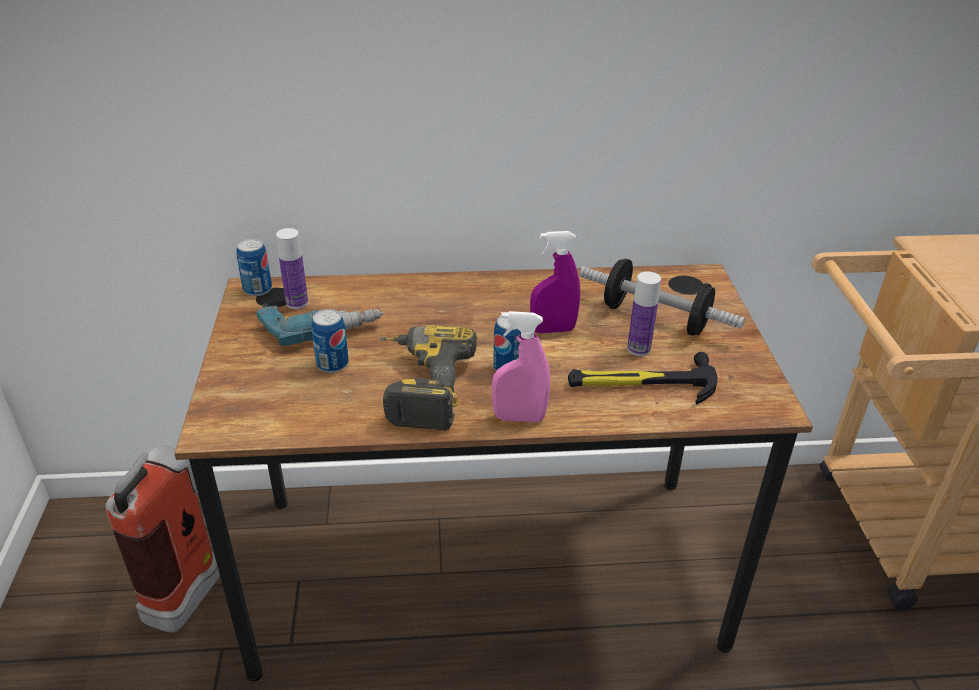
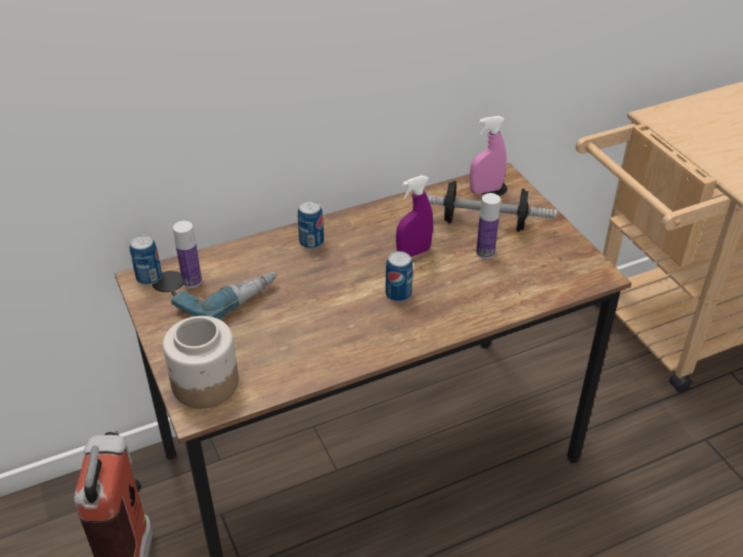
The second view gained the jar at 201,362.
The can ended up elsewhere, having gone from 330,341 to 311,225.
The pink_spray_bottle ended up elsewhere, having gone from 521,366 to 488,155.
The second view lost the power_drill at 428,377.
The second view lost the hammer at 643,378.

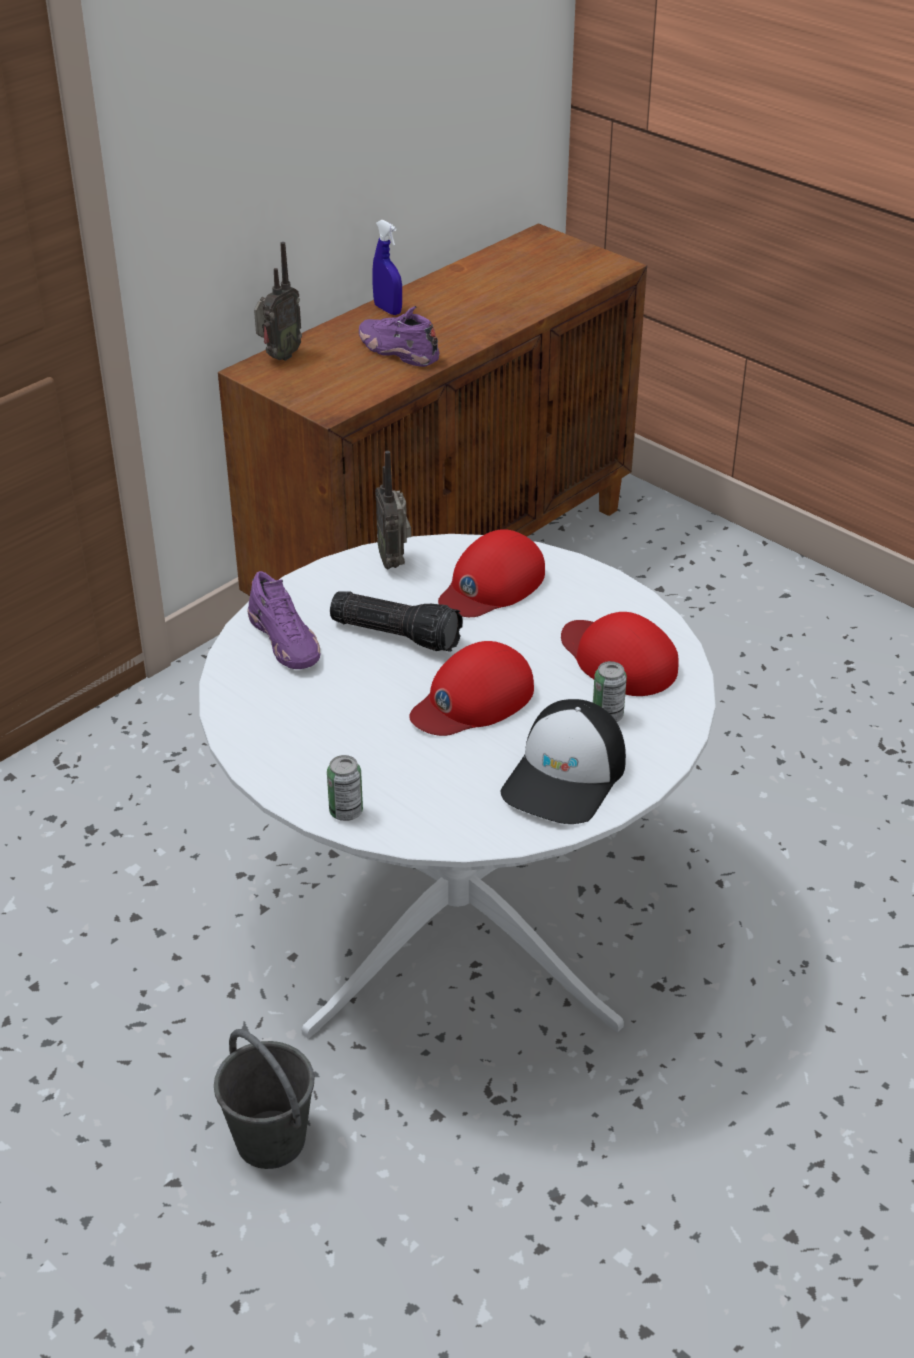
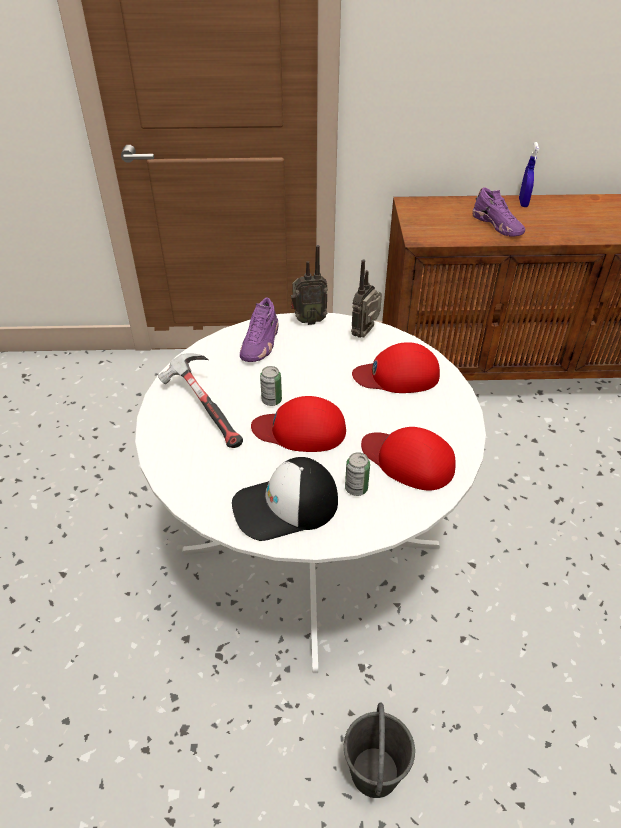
The second view gained the hammer at 200,400.
The can ended up elsewhere, having gone from 345,788 to 271,386.
The radio ended up elsewhere, having gone from 278,301 to 309,285.
The grey_bucket ended up elsewhere, having gone from 264,1099 to 379,750.
The red_cap at 620,654 ended up facing another way, 60 degrees counterclockwise from before.
The purple_shoe at 399,336 ended up facing another way, 150 degrees clockwise from before.
The second view lost the flashlight at 396,621.

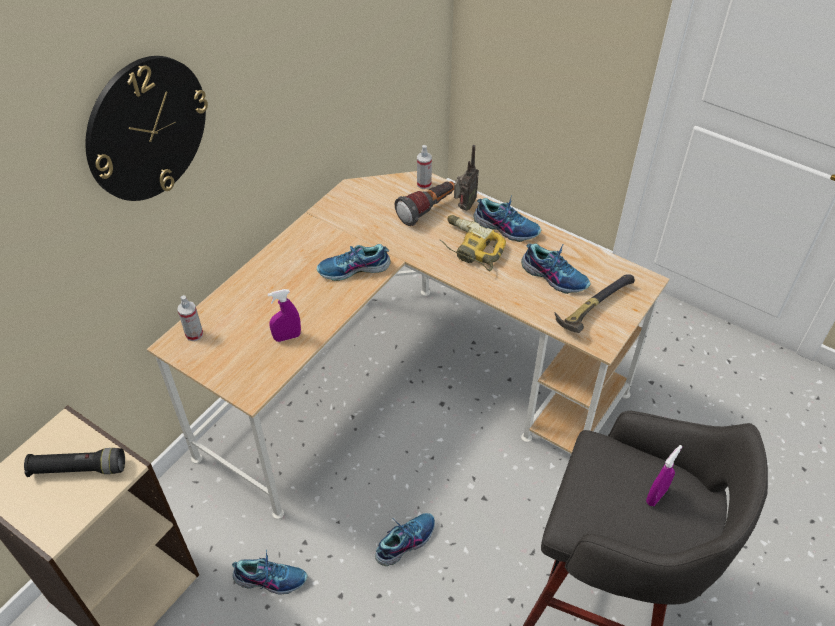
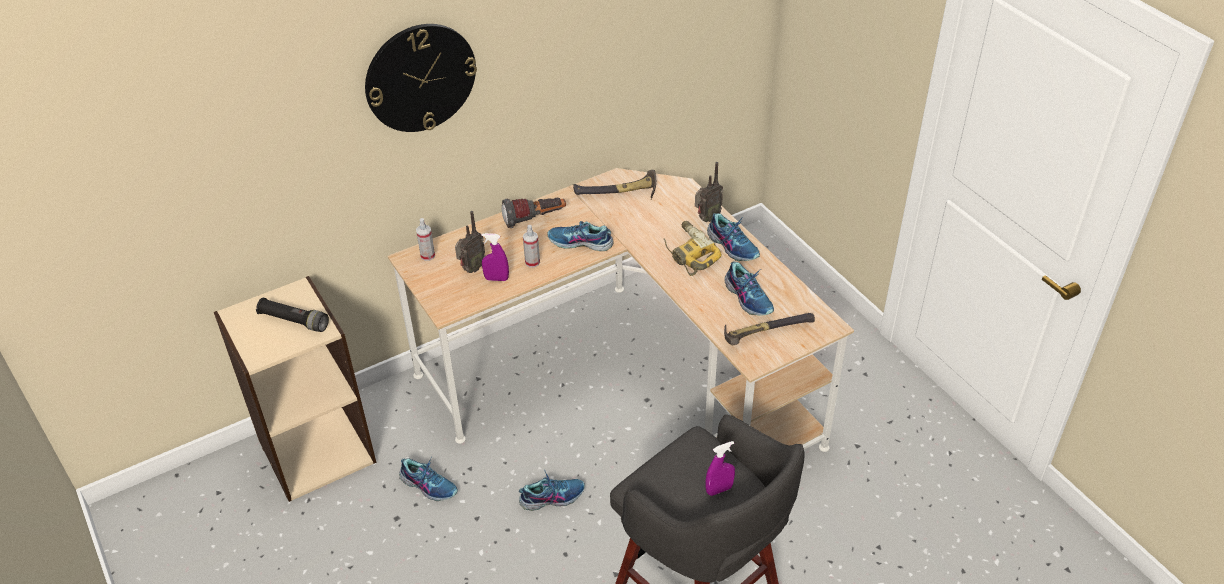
The second view gained the radio at 470,242.
The flashlight ended up elsewhere, having gone from 425,203 to 534,213.
The spray_bottle ended up elsewhere, having gone from 424,167 to 531,246.
The second view gained the hammer at 614,184.

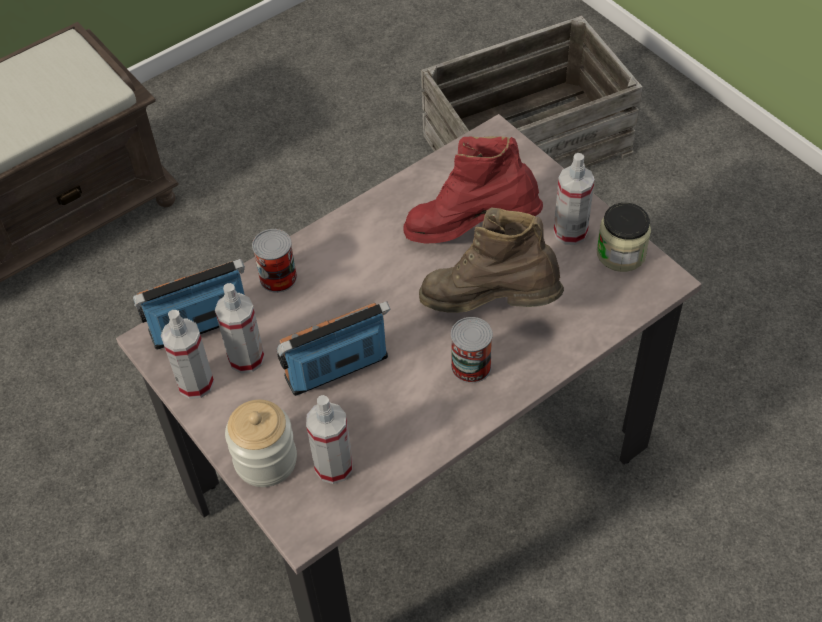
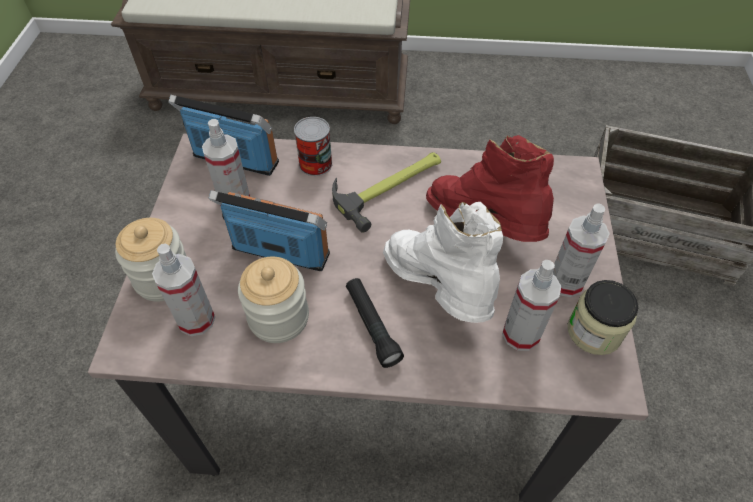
The second view gained the jar at 273,300.
The second view gained the hammer at 386,192.
Where the can stood at 472,350, the black_flashlight came to stand at 375,323.
What was the brown_boot at 491,260 turned into the white_boot at 443,262.
The spray_bottle ended up elsewhere, having gone from 187,354 to 532,305.

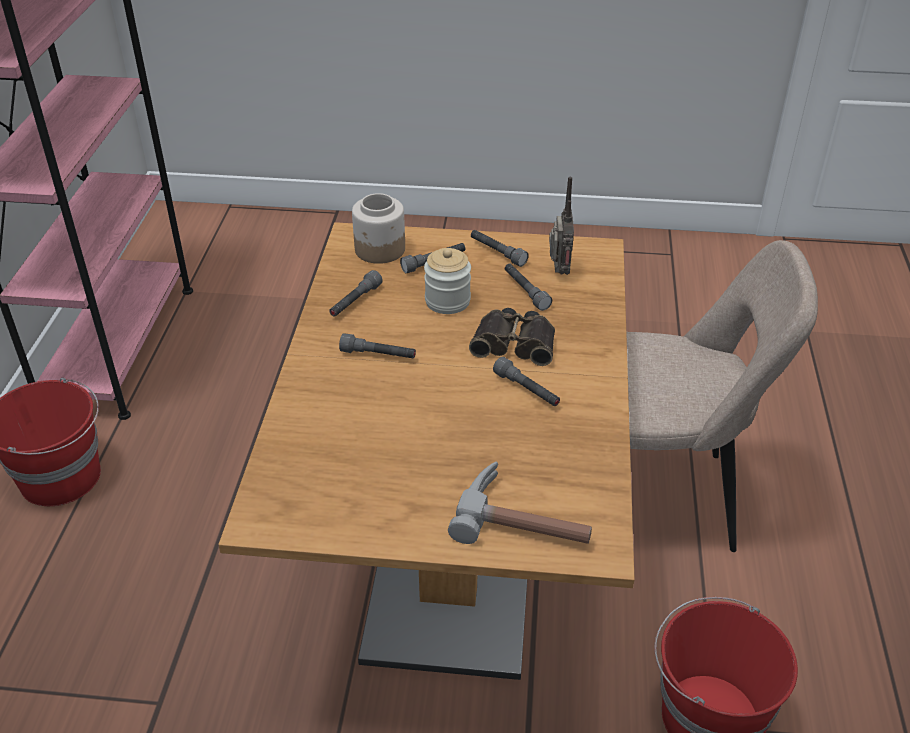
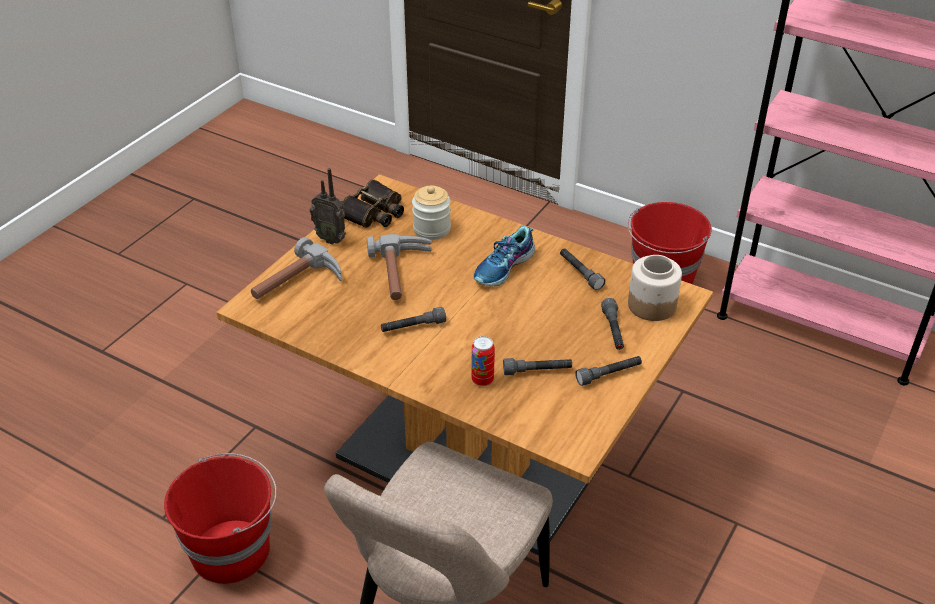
The radio ended up elsewhere, having gone from 561,226 to 328,206.
The binoculars ended up elsewhere, having gone from 512,337 to 372,203.
The second view gained the hammer at 400,267.
The jar ended up elsewhere, having gone from 447,281 to 431,213.
The second view gained the can at 483,361.
Where the grey_flashlight stood at 377,345, the shoe came to stand at 504,256.

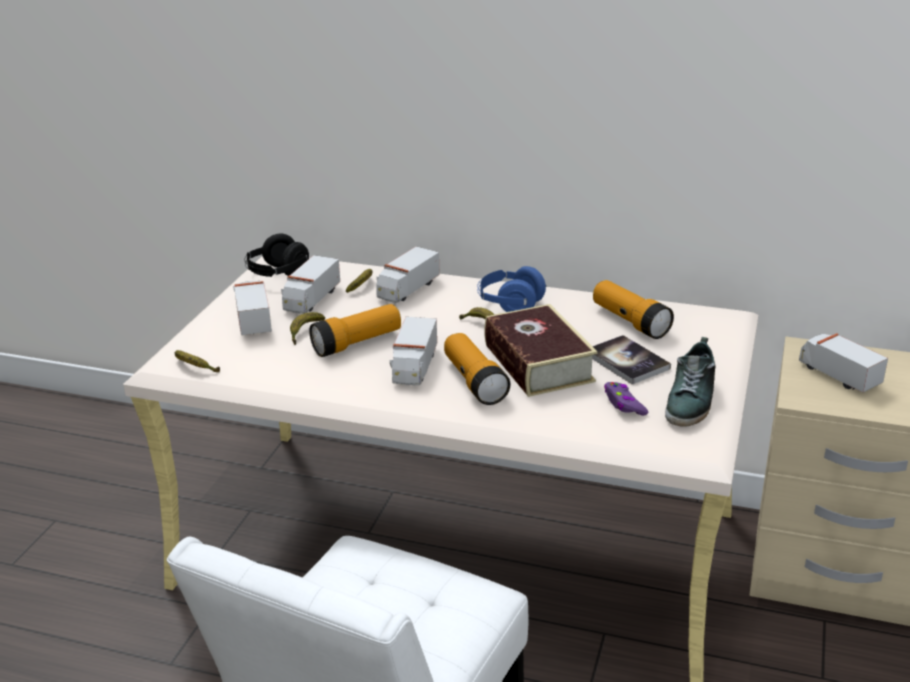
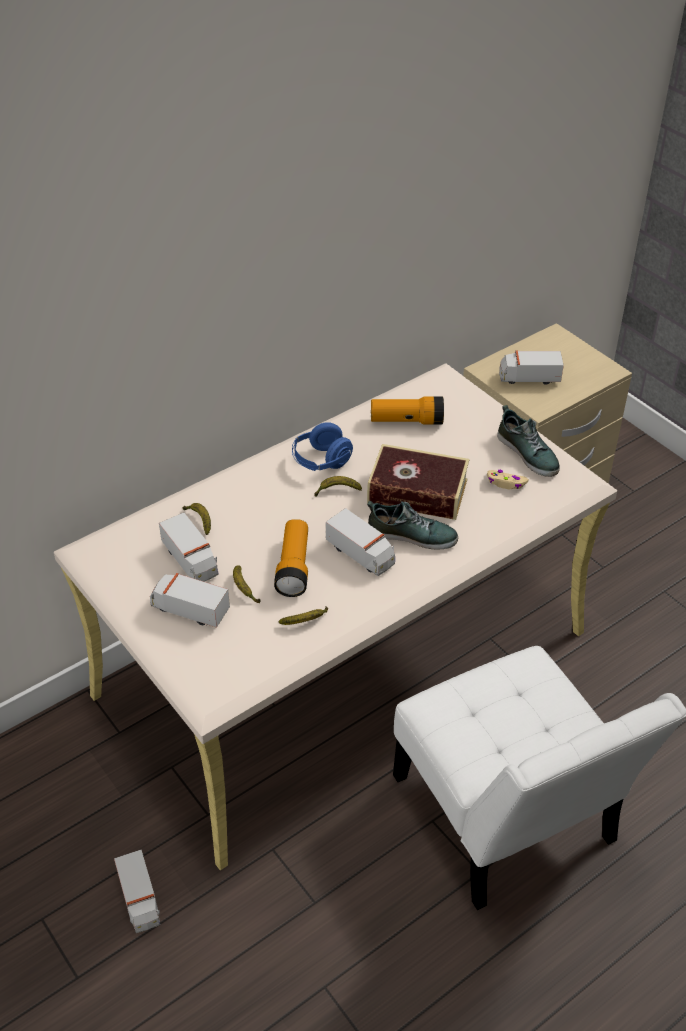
The toy_truck ended up elsewhere, having gone from 408,274 to 137,891.
The banana ended up elsewhere, having gone from 197,361 to 303,615.
Where the flashlight stood at 477,369, the shoe came to stand at 412,525.
What was the purple_game_controller at 626,399 turned into the beige_game_controller at 508,479.
The second view lost the black_headphones at 276,255.
The second view lost the book at 631,360.

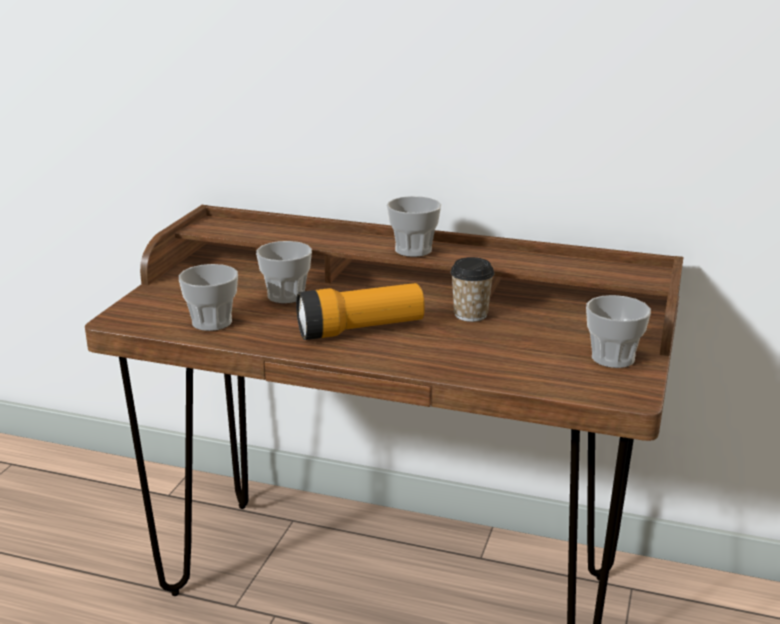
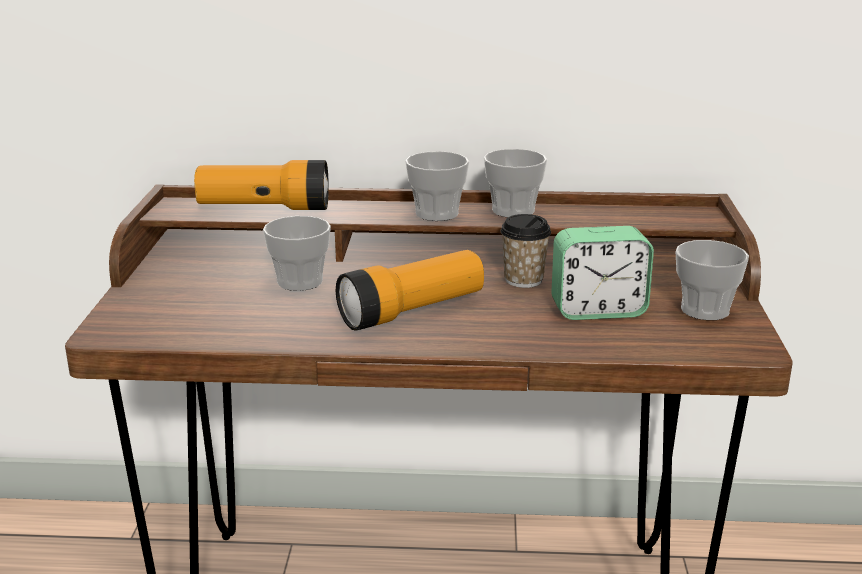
The second view gained the flashlight at 261,185.
The cup ended up elsewhere, having gone from 208,297 to 515,183.
The second view gained the alarm_clock at 603,273.

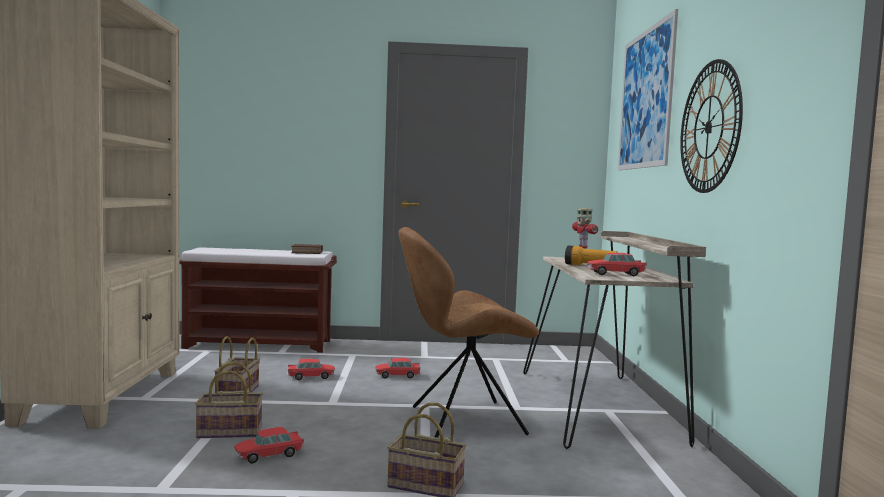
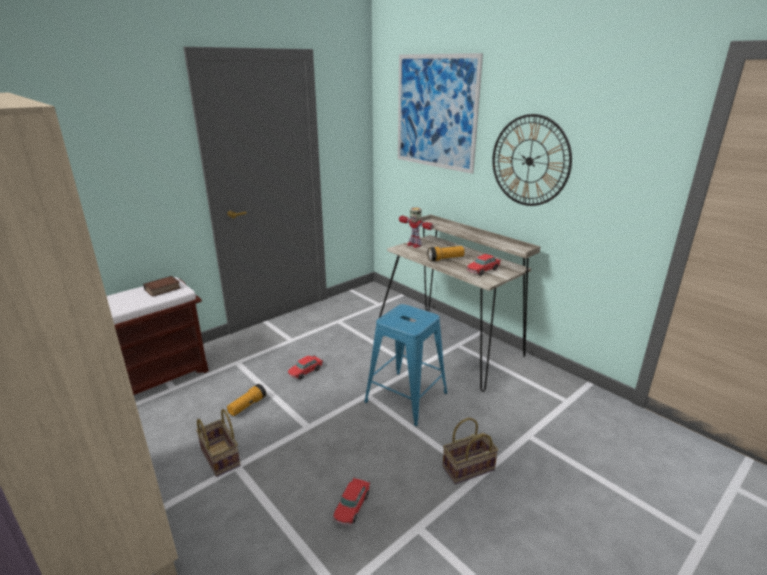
Where the toy_car stood at 311,369, the flashlight came to stand at 246,400.
Where the brown_chair stood at 468,332, the blue_stool came to stand at 405,365.
The second view lost the basket at 229,400.

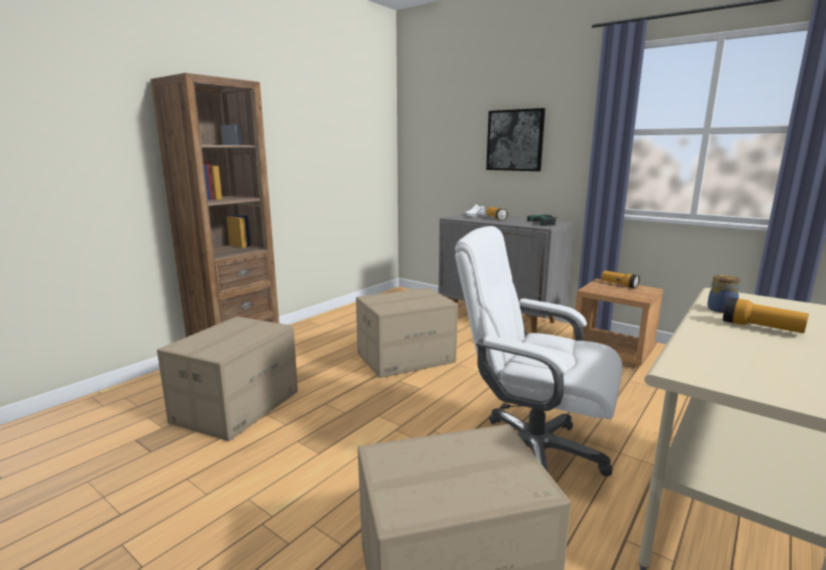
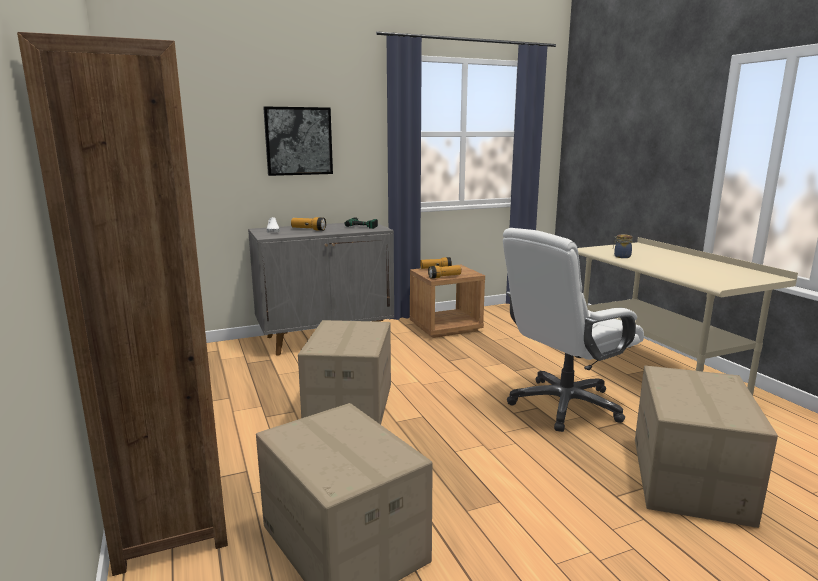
The flashlight ended up elsewhere, having gone from 766,315 to 444,272.

